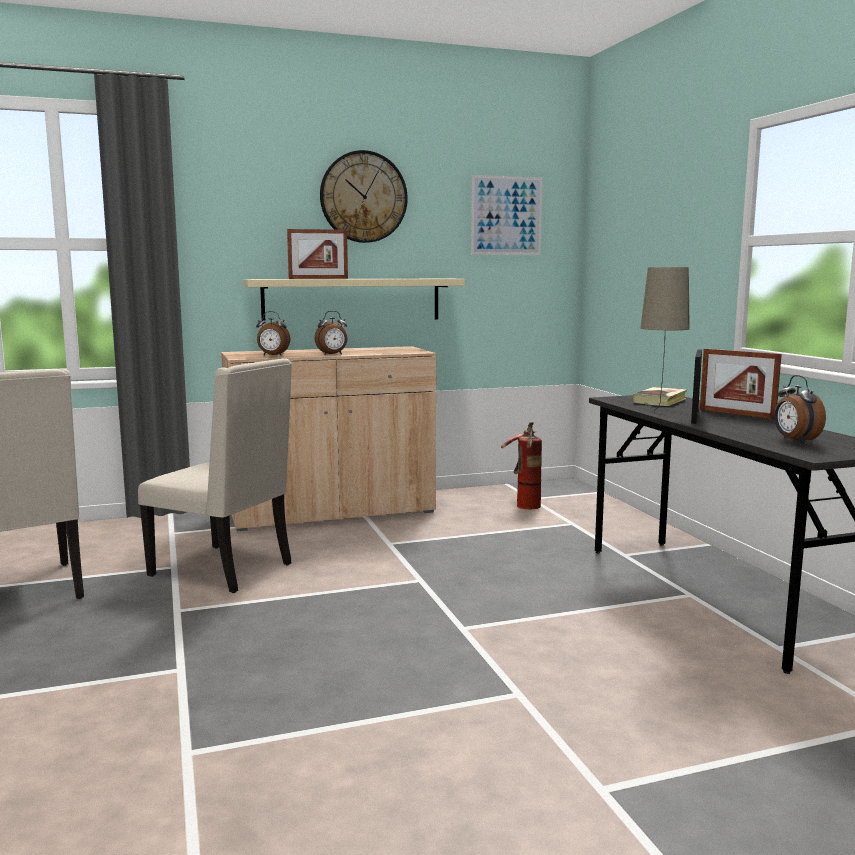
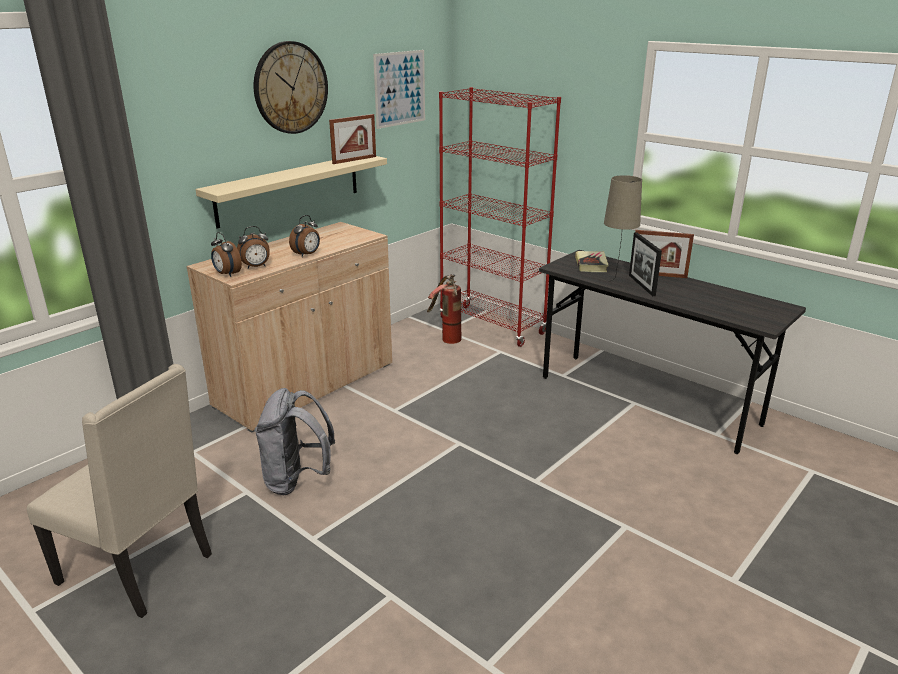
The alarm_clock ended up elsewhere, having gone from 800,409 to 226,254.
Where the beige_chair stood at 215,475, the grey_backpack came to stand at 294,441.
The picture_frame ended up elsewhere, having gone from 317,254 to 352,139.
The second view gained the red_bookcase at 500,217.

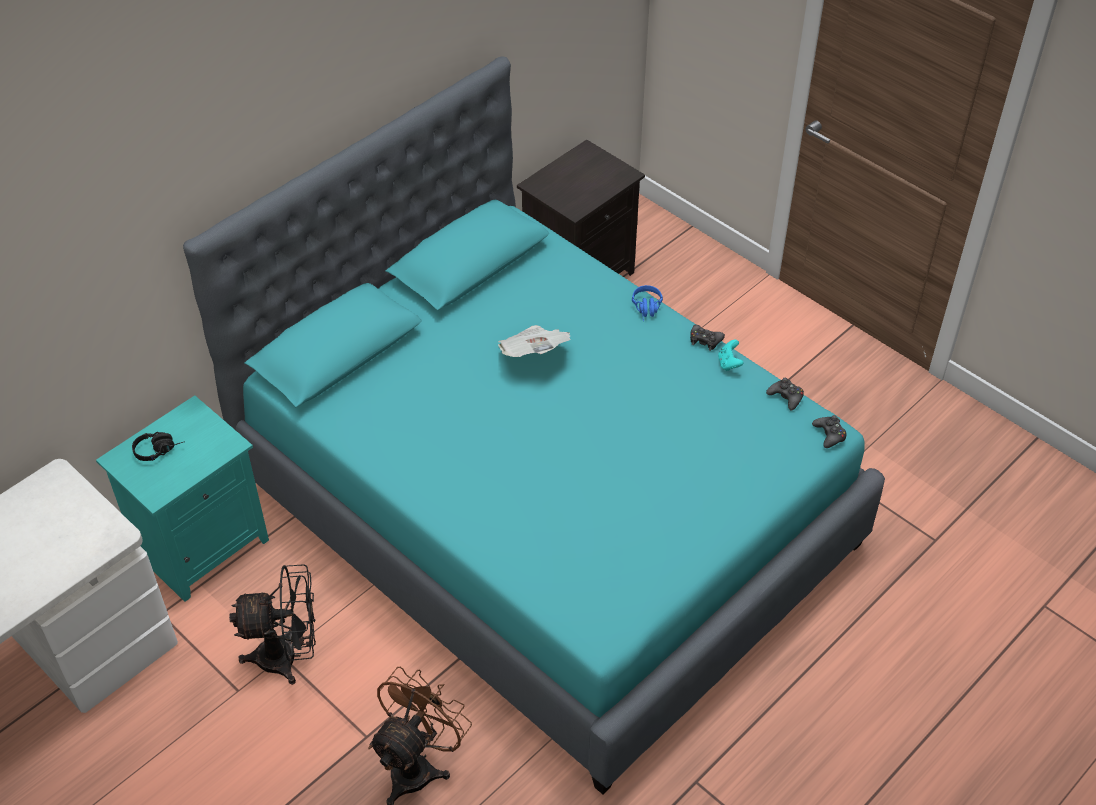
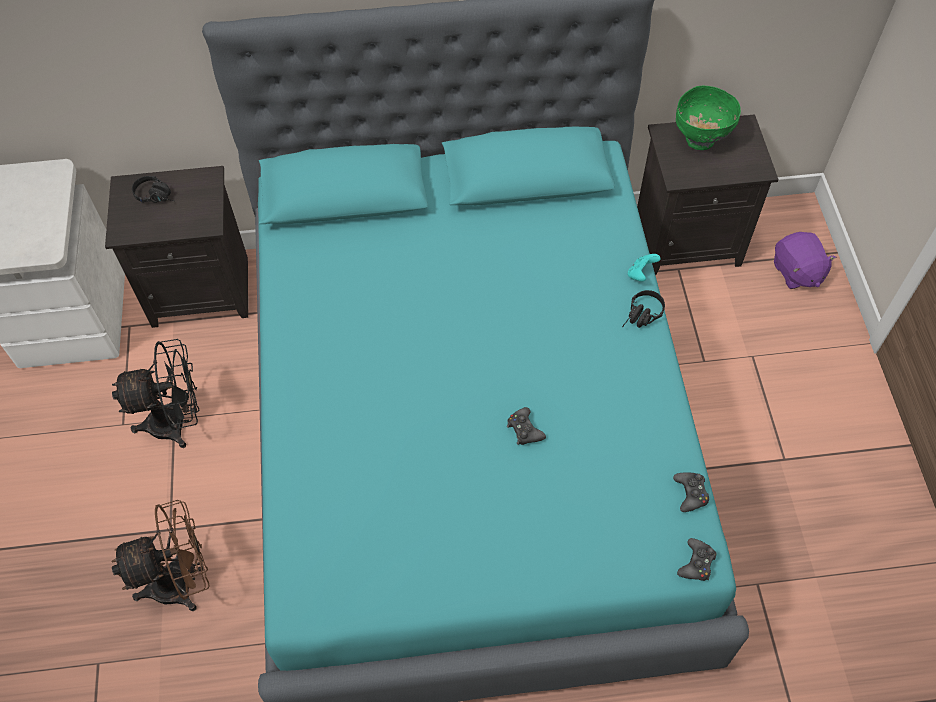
What was the turquoise_nightstand at 182,498 turned into the black_nightstand at 176,247.
The black_fan at 272,624 ended up facing another way, 45 degrees counterclockwise from before.
The black_game_controller ended up elsewhere, having gone from 707,338 to 526,426.
What was the blue_headphones at 647,303 turned into the black_headphones at 643,309.
The turquoise_game_controller ended up elsewhere, having gone from 731,355 to 644,267.
The second view gained the green_bowl at 708,118.
The second view gained the purple_plush_toy at 805,260.
The second view lost the newspaper at 534,341.

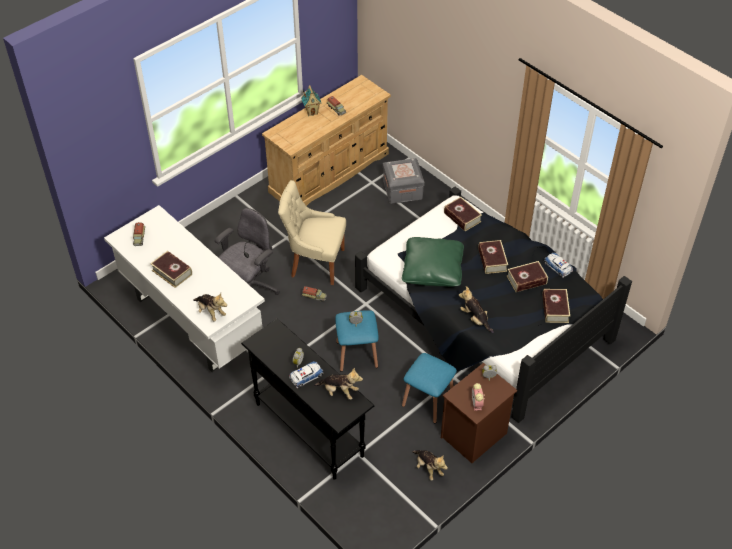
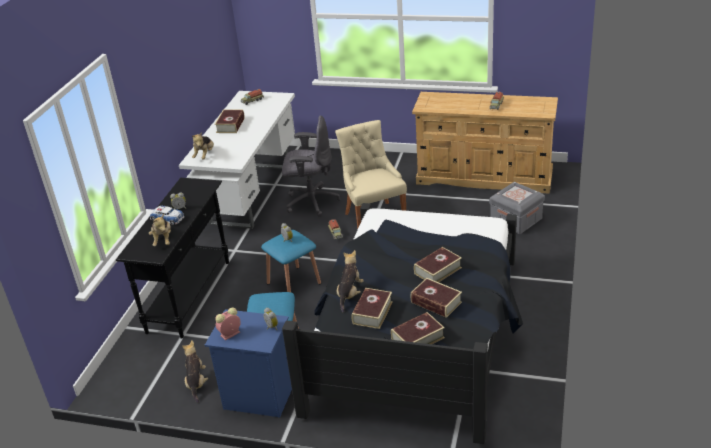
The plush_toy at 430,465 ended up facing another way, 150 degrees clockwise from before.
What was the brown_nightstand at 479,413 turned into the blue_nightstand at 248,363.
The book ended up elsewhere, having gone from 463,214 to 372,308.
The second view lost the toy_house at 311,100.
The second view lost the green_pillow at 433,262.
The second view lost the toy_car at 558,265.

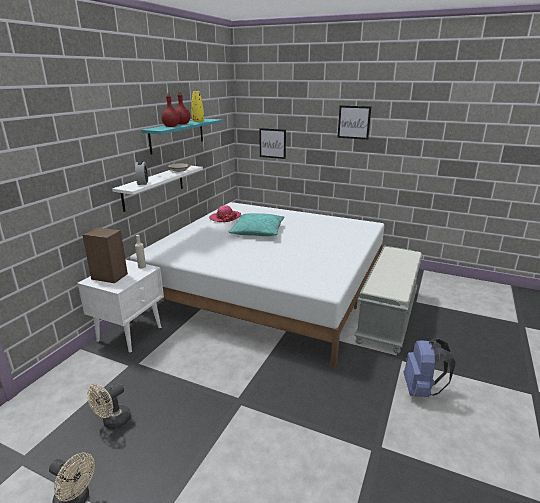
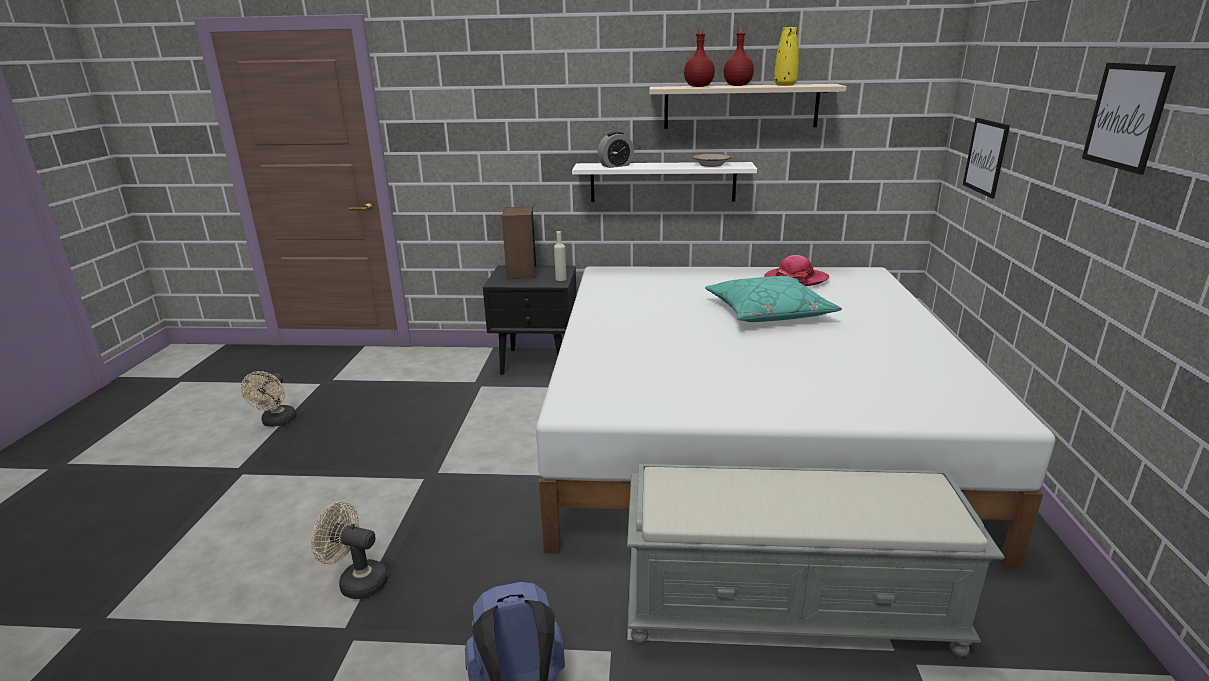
The beige_fan ended up elsewhere, having gone from 109,406 to 349,550.
What was the white_nightstand at 120,306 turned into the black_nightstand at 530,320.
What was the turquoise_shelf at 182,137 turned into the beige_shelf at 748,106.

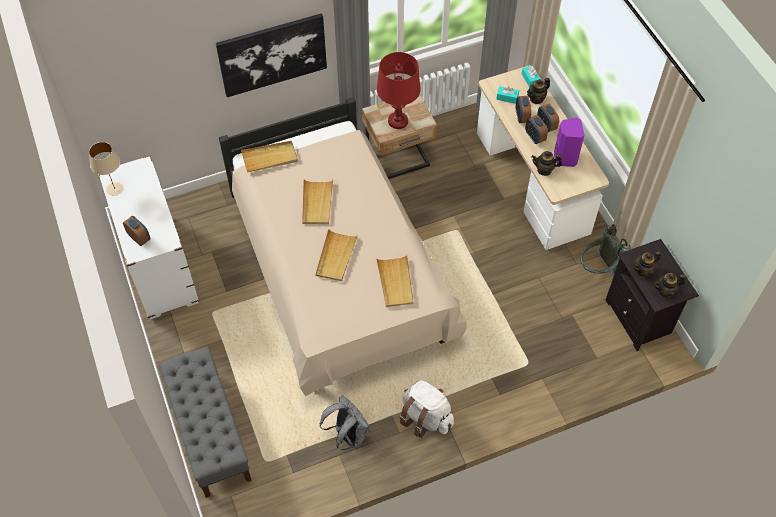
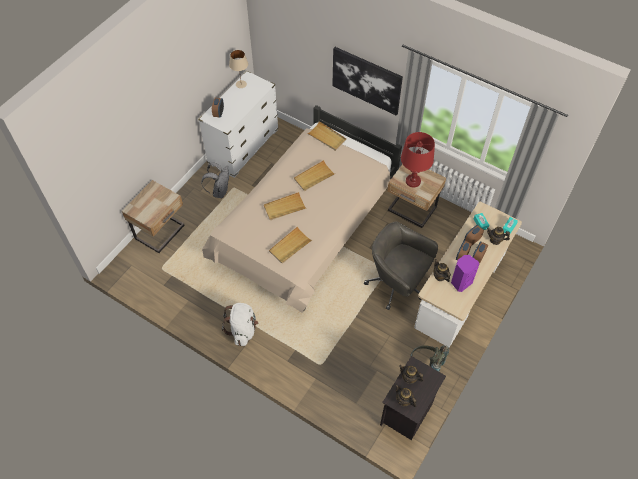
Where the grey_bench stood at 205,422, the beige_nightstand came to stand at 153,216.
The grey_backpack ended up elsewhere, having gone from 345,422 to 215,180.
The second view gained the grey_office_chair at 401,266.

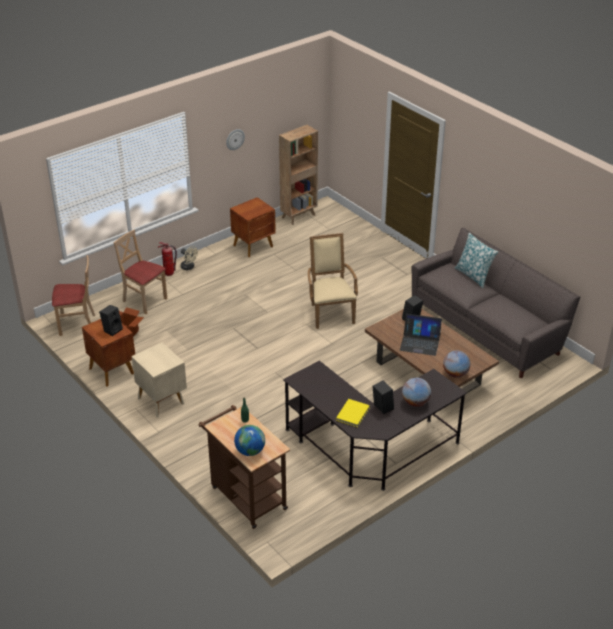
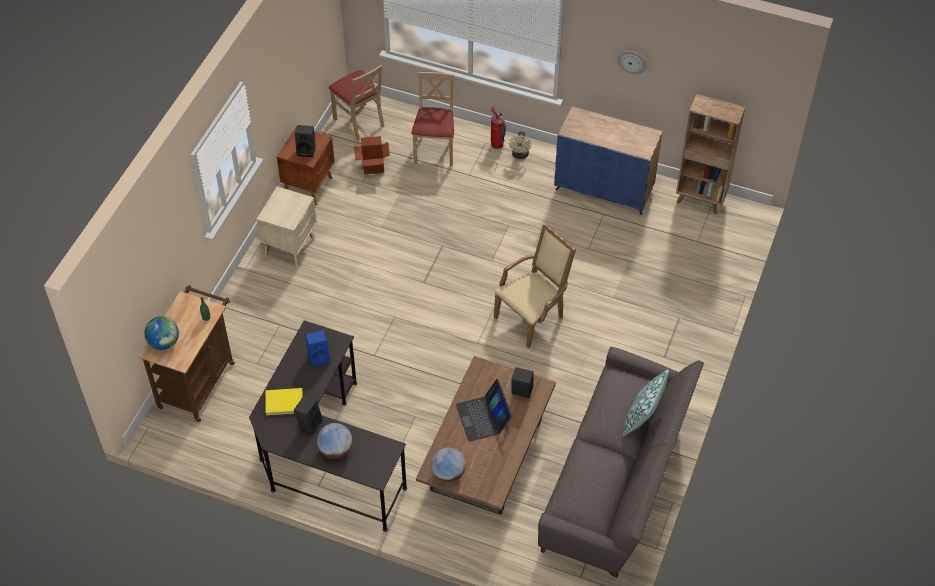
The second view gained the blue_speaker at 317,348.
Where the brown_nightstand stood at 253,227, the blue_cabinet came to stand at 608,160.

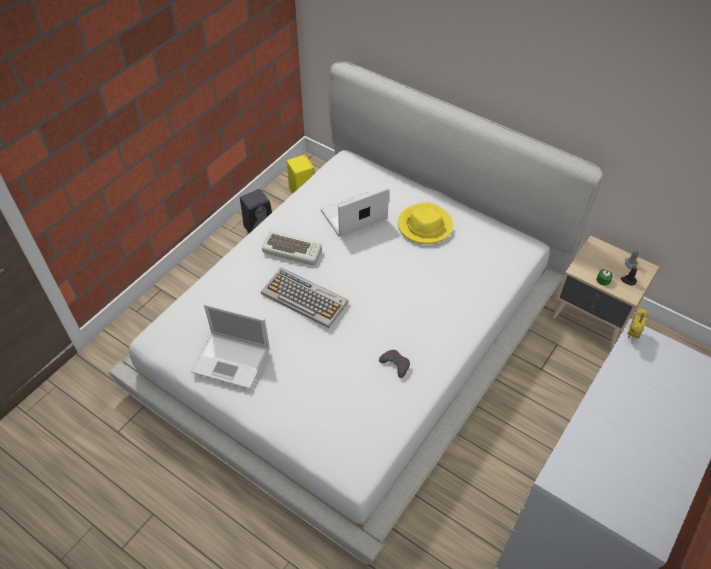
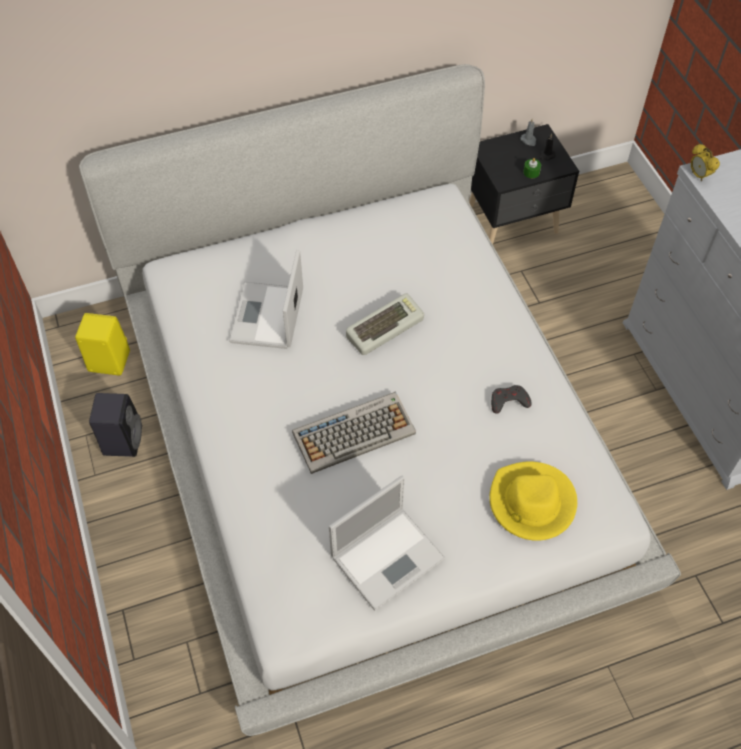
The keyboard ended up elsewhere, having gone from 292,248 to 385,324.
What was the beige_nightstand at 605,292 turned into the black_nightstand at 524,184.
The yellow_hat ended up elsewhere, having gone from 425,223 to 533,501.

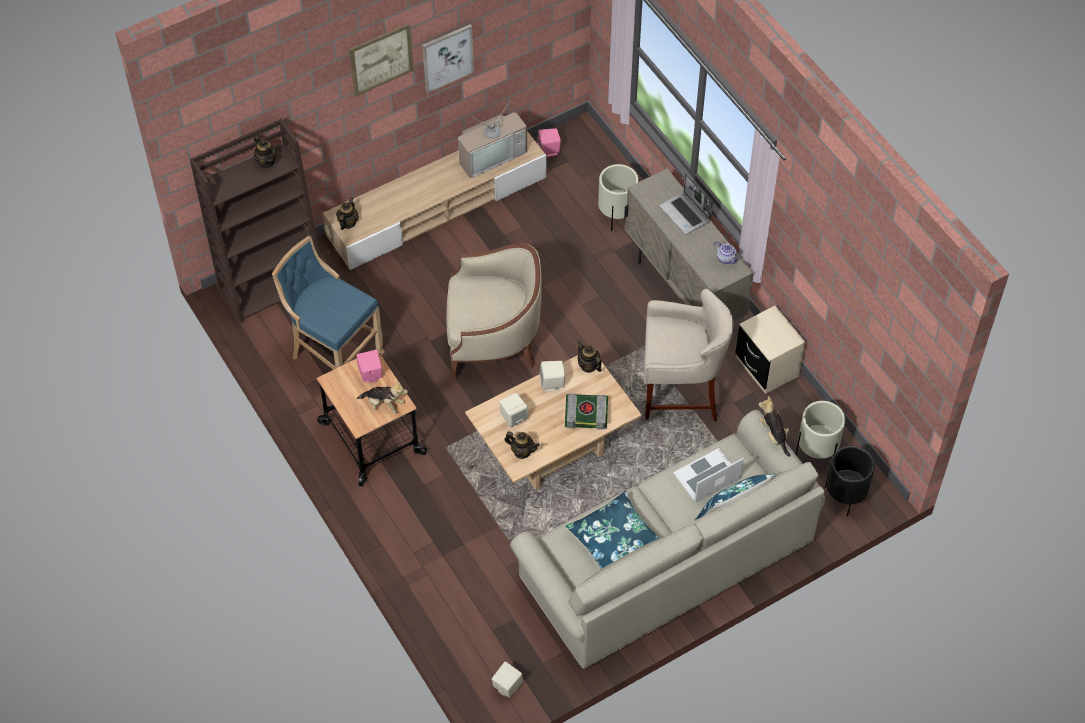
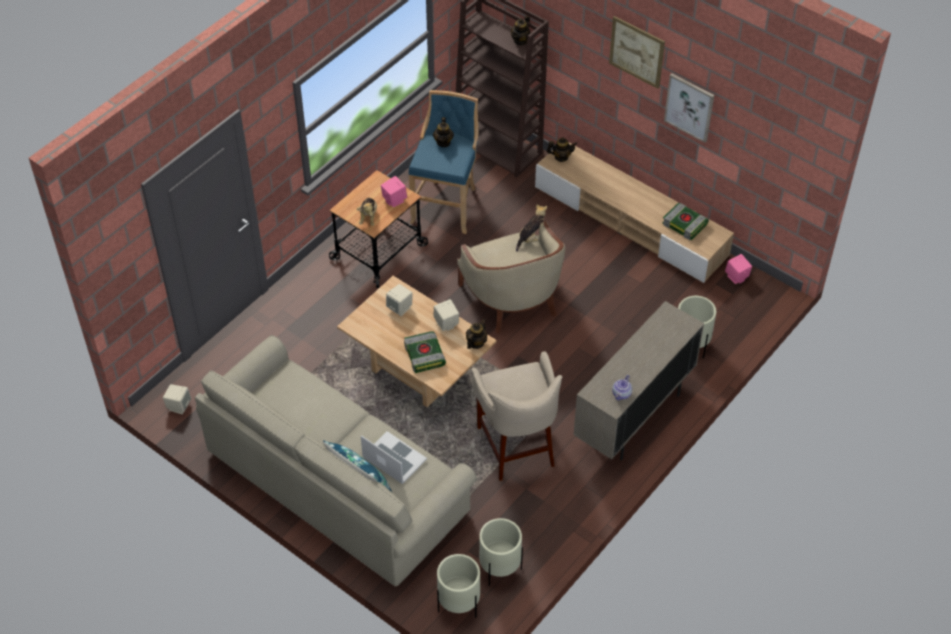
The teapot ended up elsewhere, having gone from 521,445 to 443,132.
What was the black_planter at 850,481 turned into the beige_planter at 458,586.
The plush_toy ended up elsewhere, having gone from 775,426 to 531,228.
Where the television stood at 492,140, the book came to stand at 685,221.
The second view lost the blue_pillow at 612,530.
The second view lost the laptop at 686,204.
The second view lost the beige_nightstand at 770,350.

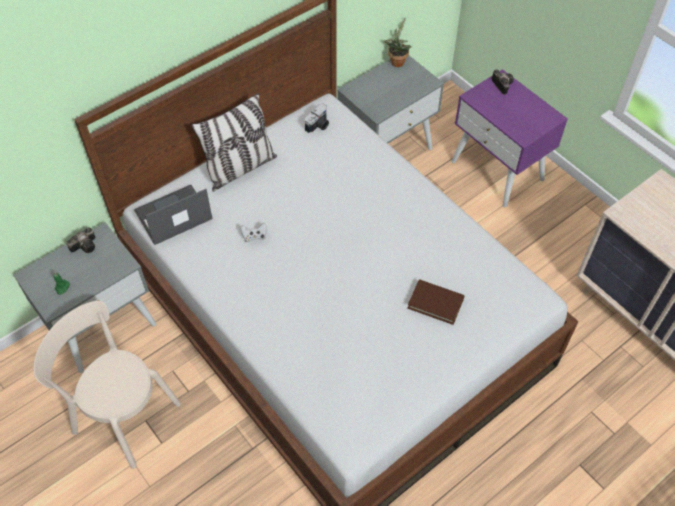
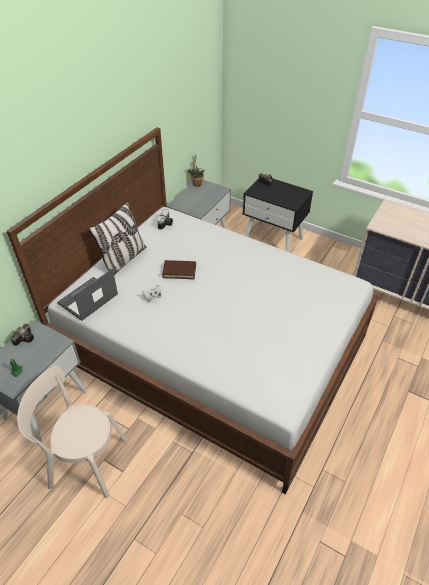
The brown_book ended up elsewhere, having gone from 436,302 to 179,269.
What was the purple_nightstand at 509,138 turned into the black_nightstand at 278,215.

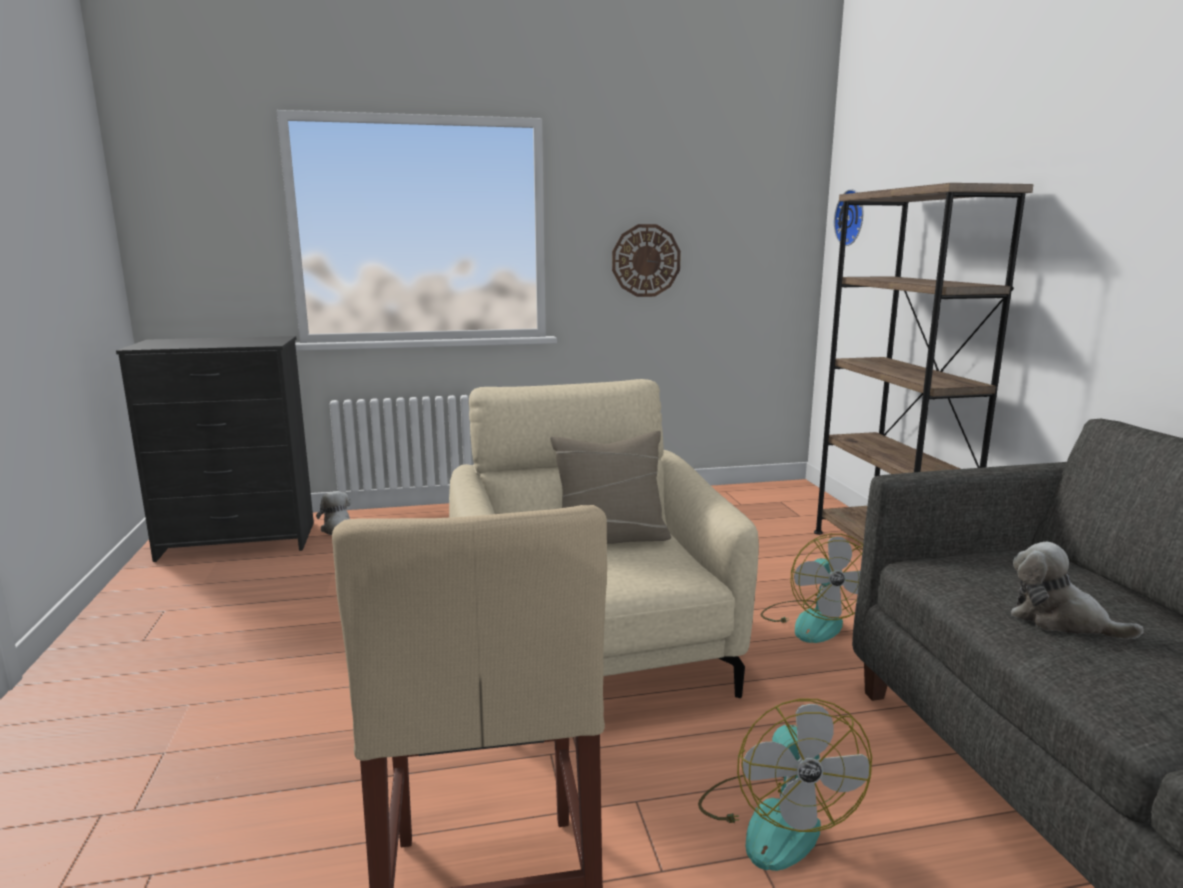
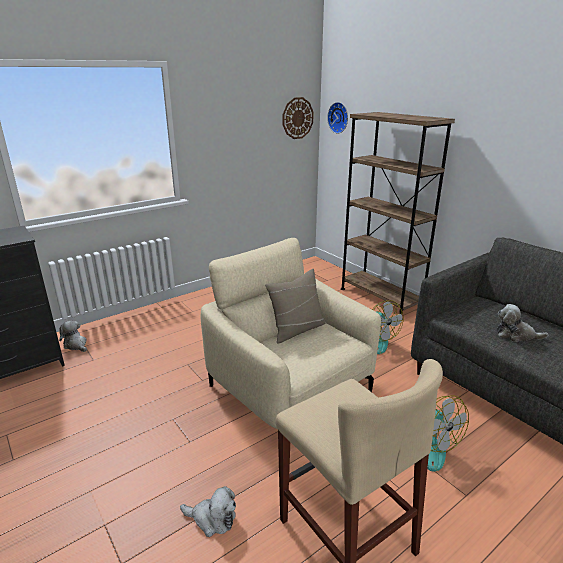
The second view gained the plush_toy at 208,511.
The wall_clock ended up elsewhere, having gone from 646,260 to 298,118.

